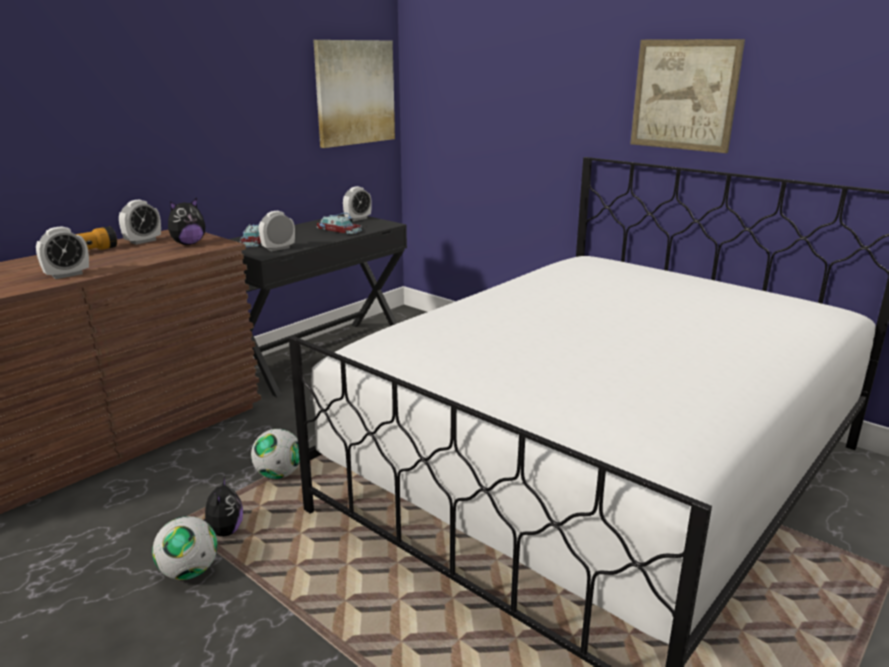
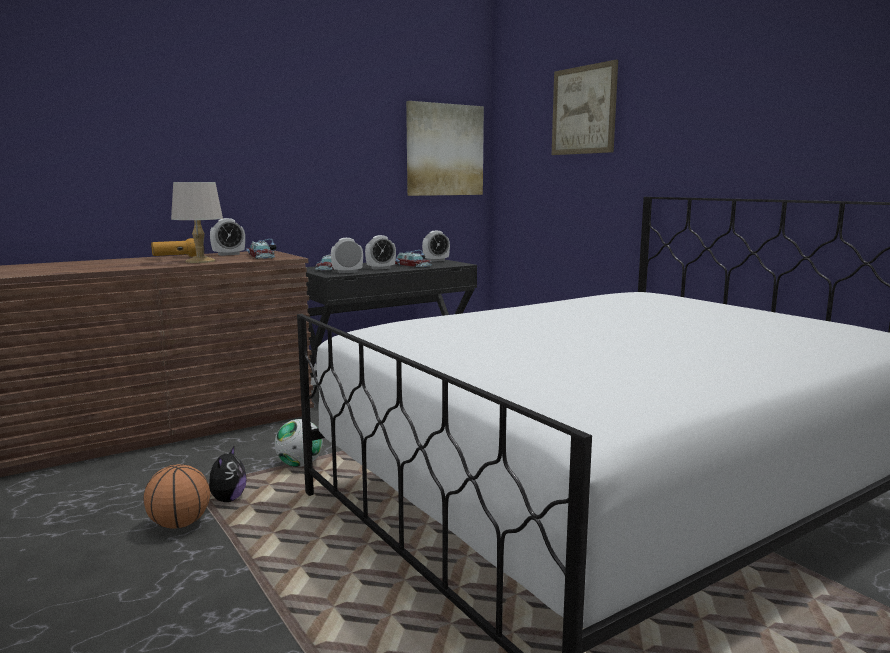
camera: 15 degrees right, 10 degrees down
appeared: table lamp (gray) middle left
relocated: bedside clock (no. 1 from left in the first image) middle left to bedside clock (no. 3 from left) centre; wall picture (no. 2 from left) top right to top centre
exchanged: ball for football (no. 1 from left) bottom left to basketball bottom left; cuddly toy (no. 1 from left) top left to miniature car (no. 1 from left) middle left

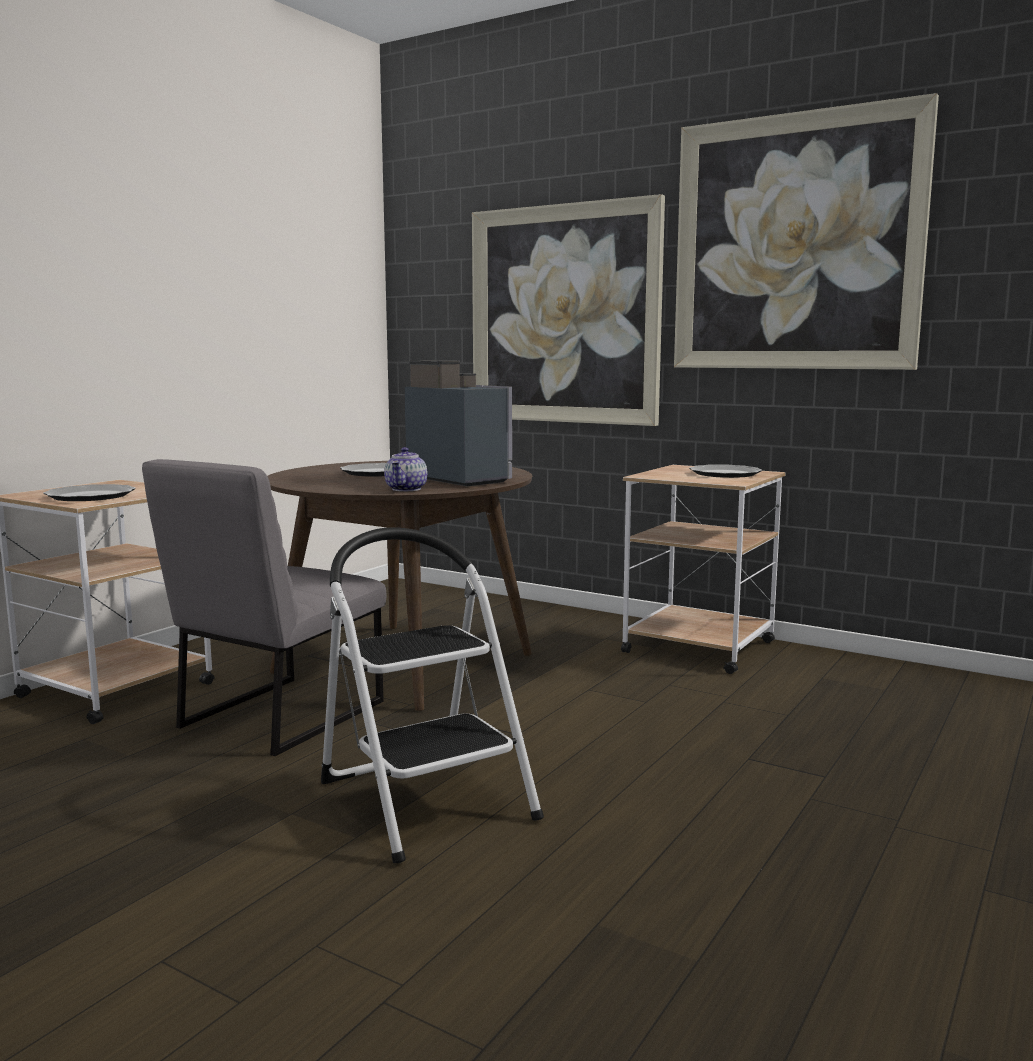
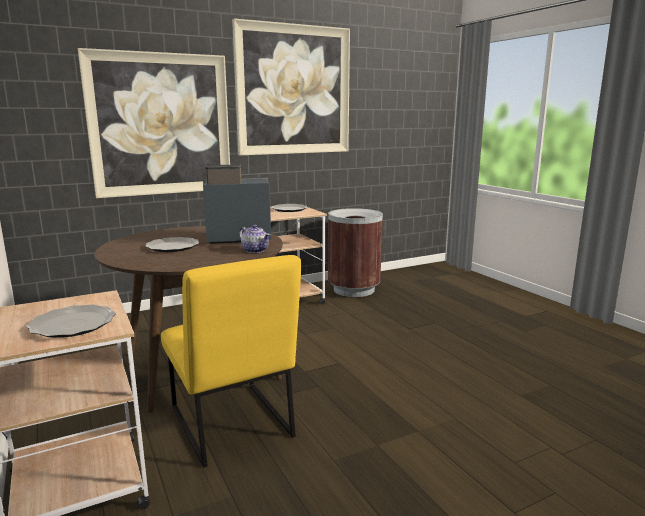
camera: 60 degrees left, 5 degrees up
missing: step stool centre
appeared: waste bin (brown-coloured) centre
colour: chair (gray) middle left to chair (yellow-coloured) bottom centre

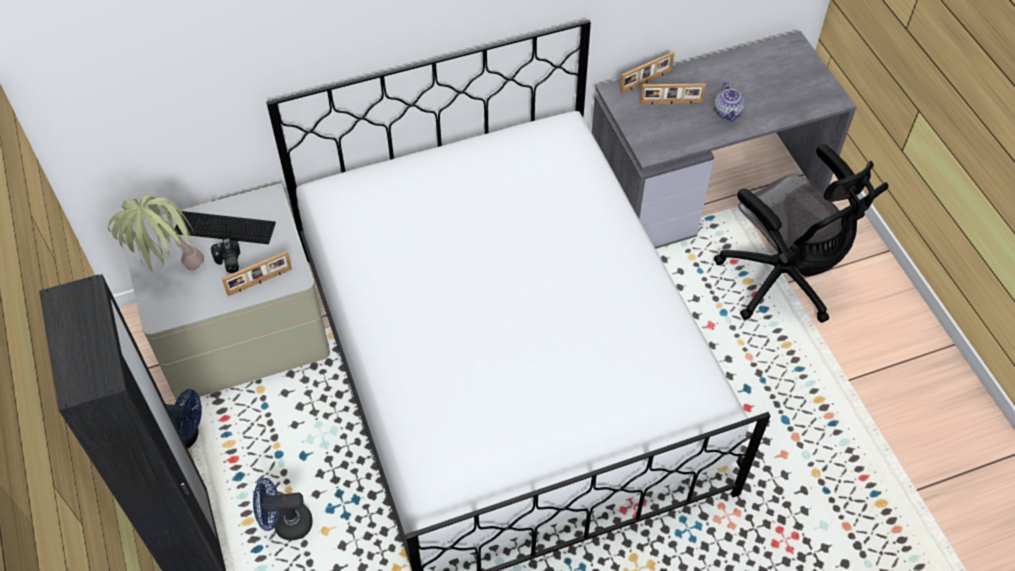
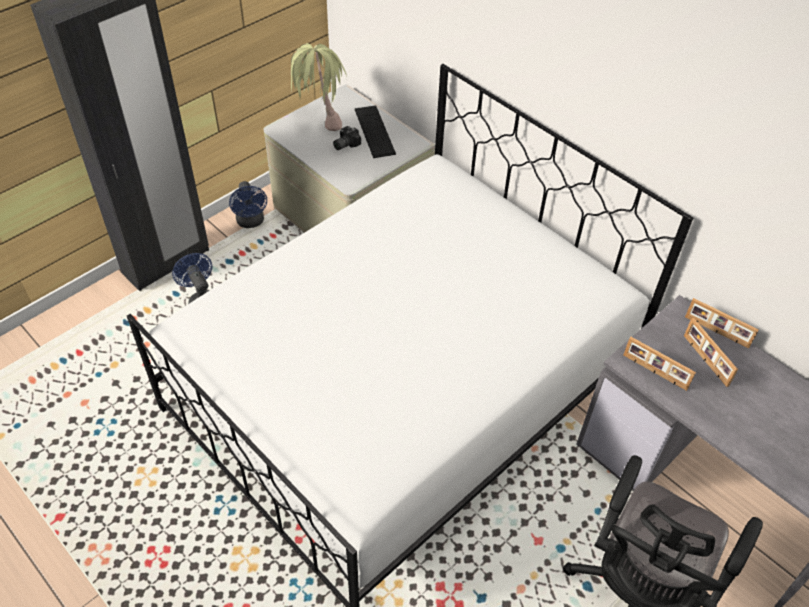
camera: 65 degrees right, 5 degrees down
missing: pot for tea top right
relocated: photo frame (no. 1 from left) middle left to middle right

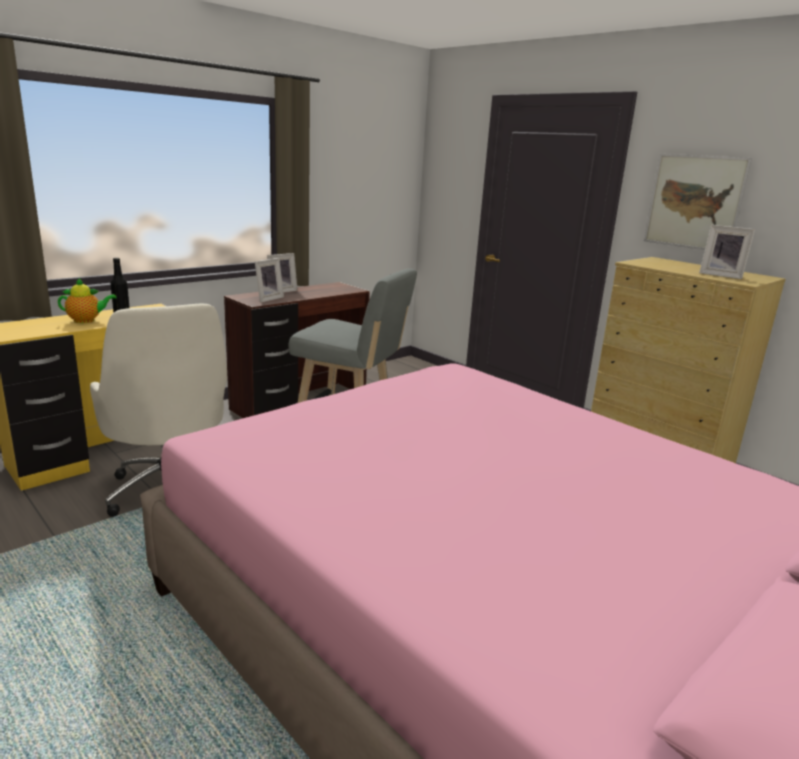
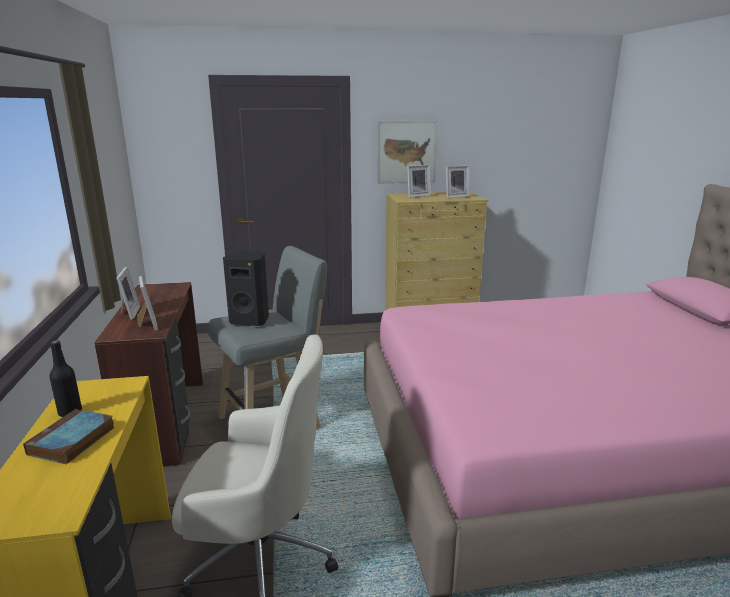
camera: 55 degrees left, 0 degrees up
appeared: audio speaker (black-coloured) centre; photo frame (no. 3 from left) top centre
exchanged: pot for tea middle left to book bottom left

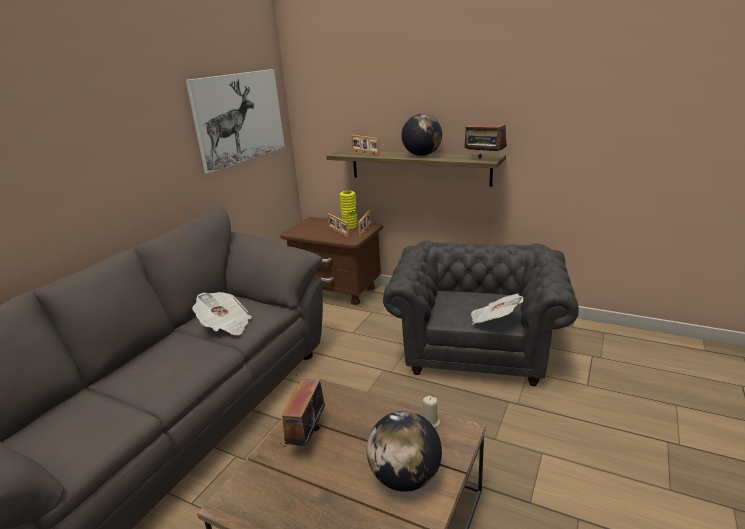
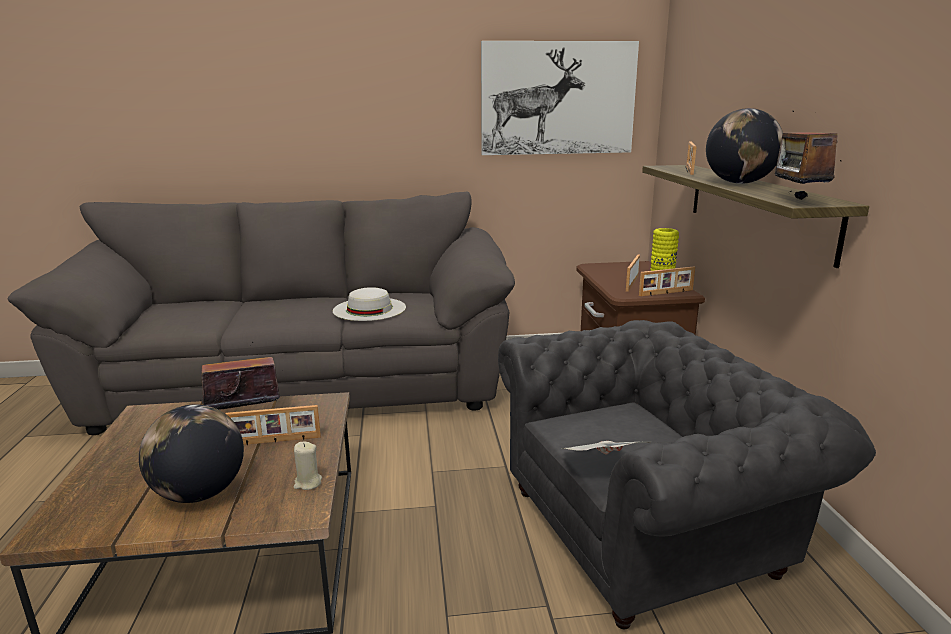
camera: 55 degrees right, 5 degrees down
appeared: photo frame (no. 1 from left) bottom left
exchanged: newspaper (no. 1 from left) middle left to wearable hat (white-coloured) centre

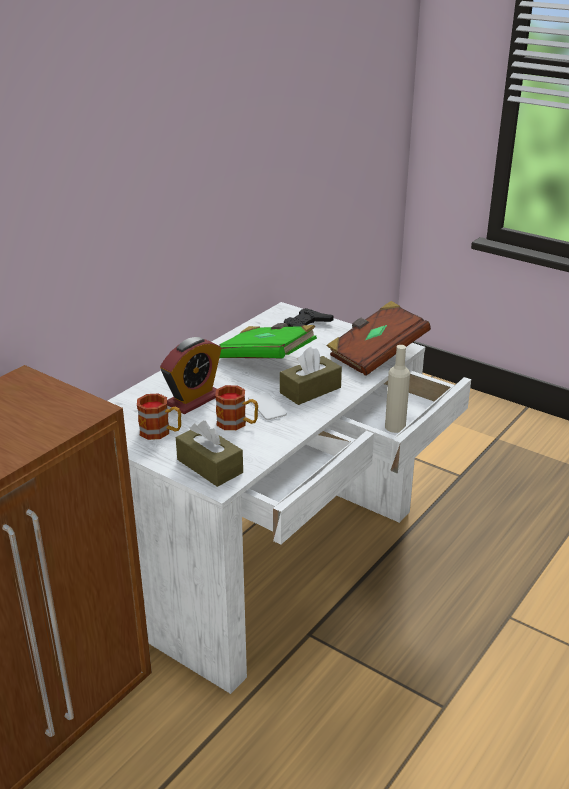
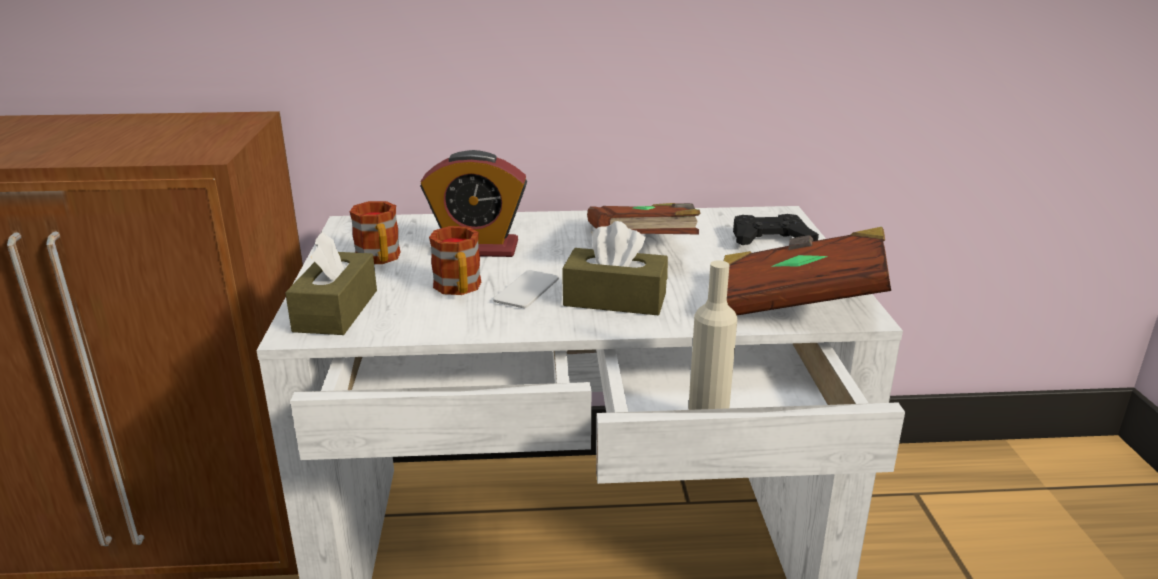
camera: 50 degrees right, 5 degrees down
colour: book (green) centre to book (brown-coloured) (no. 1 from left) centre

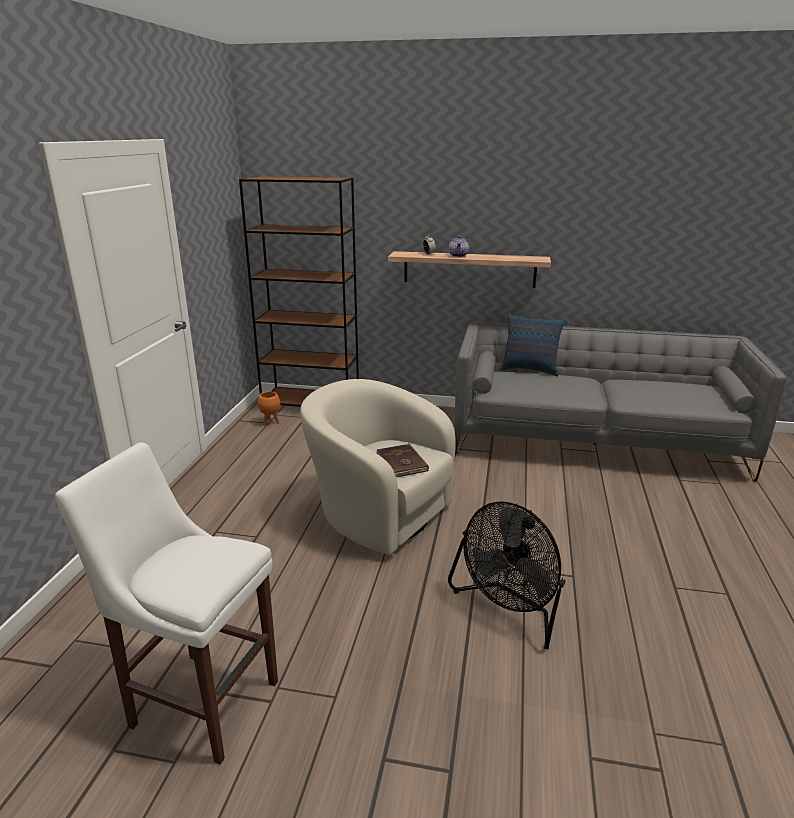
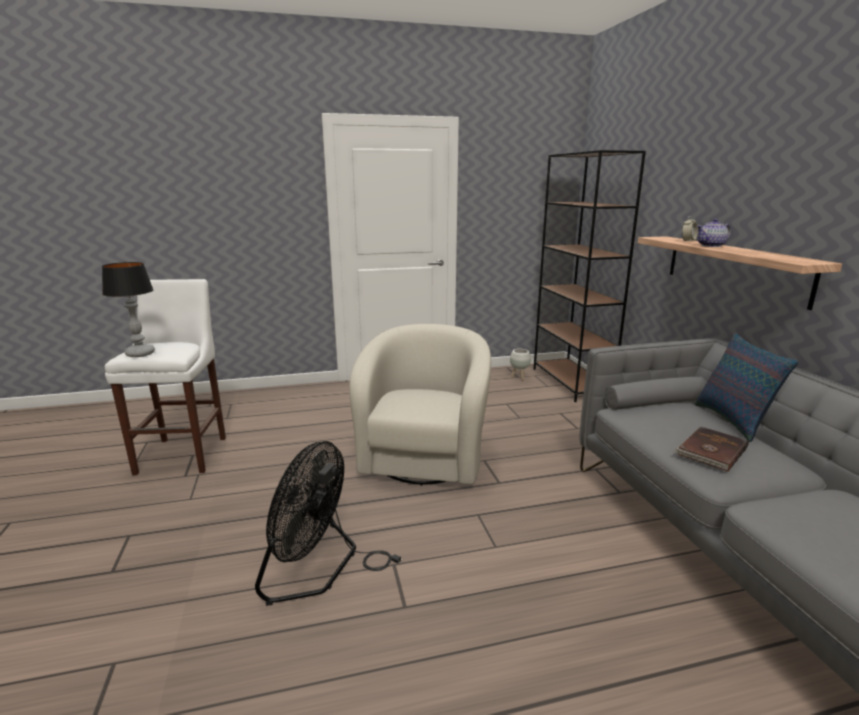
camera: 65 degrees right, 5 degrees down
appeared: table lamp middle left
relocated: book (brown-coloured) centre to middle right
colour: flower pot (orangey) centre to flower pot (white-coloured) centre

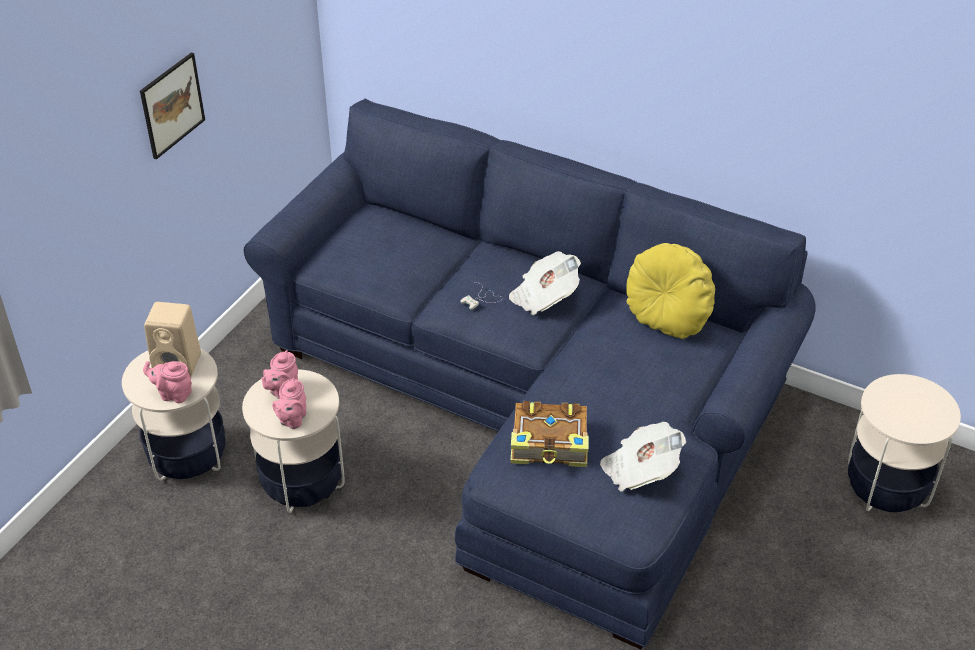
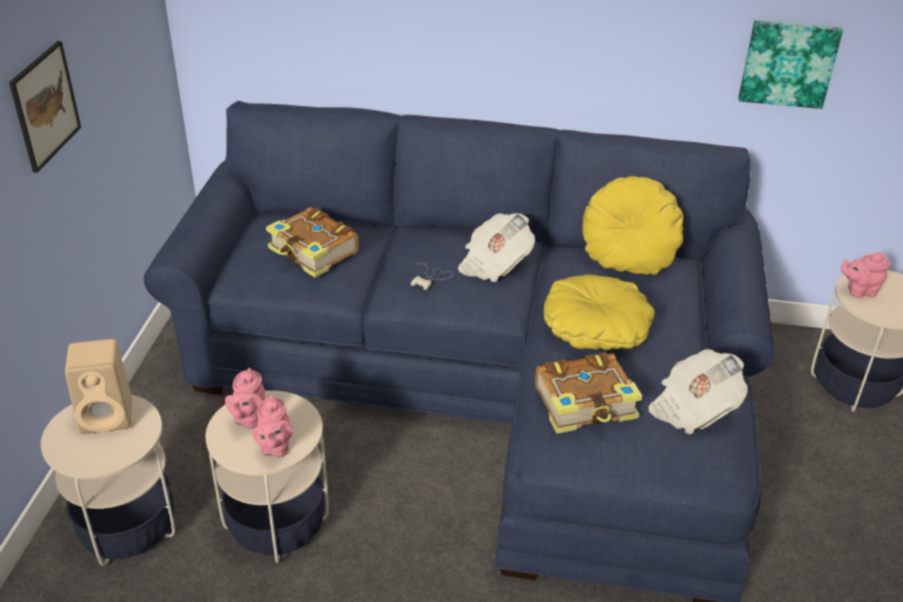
camera: 20 degrees left, 5 degrees down
appeared: book (no. 1 from left) centre; pillow (yellow-coloured) (no. 1 from left) centre; wall picture (no. 2 from left) top right
relocated: pot for tea (pink-coloured) (no. 1 from left in the first image) middle left to pot for tea (pink-coloured) (no. 3 from left) middle right

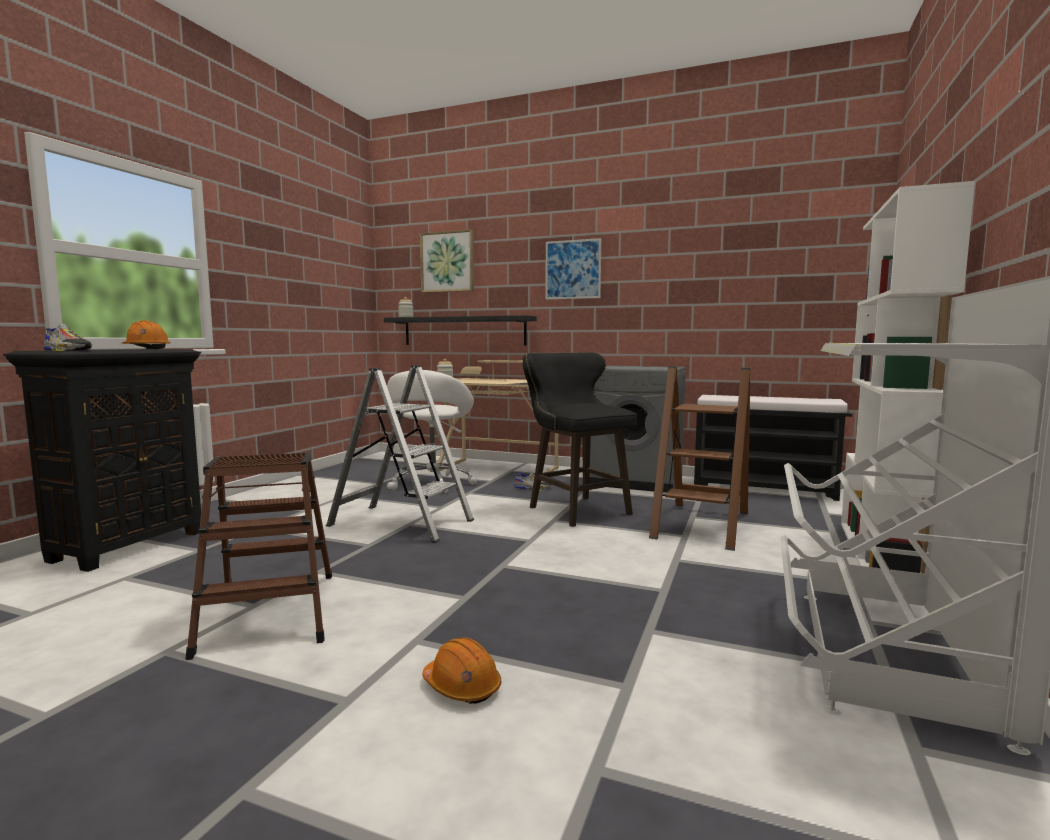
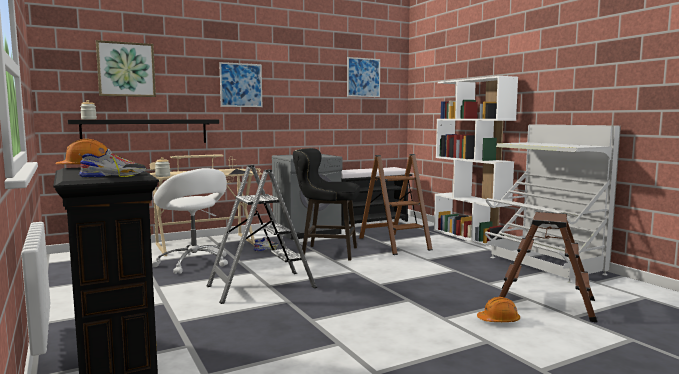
camera: 50 degrees left, 0 degrees up
appeared: wall picture (no. 3 from left) top centre
relocated: step stool (brown-coloured) (no. 1 from left in the first image) middle left to step stool (brown-coloured) (no. 2 from left) bottom right

